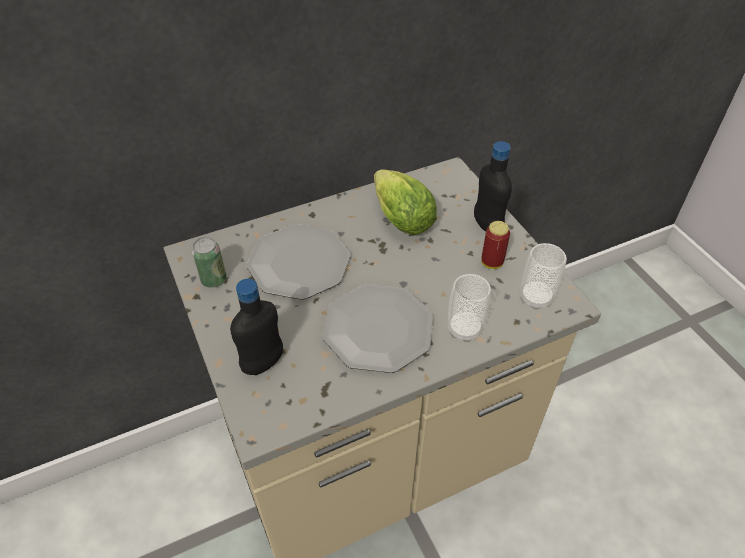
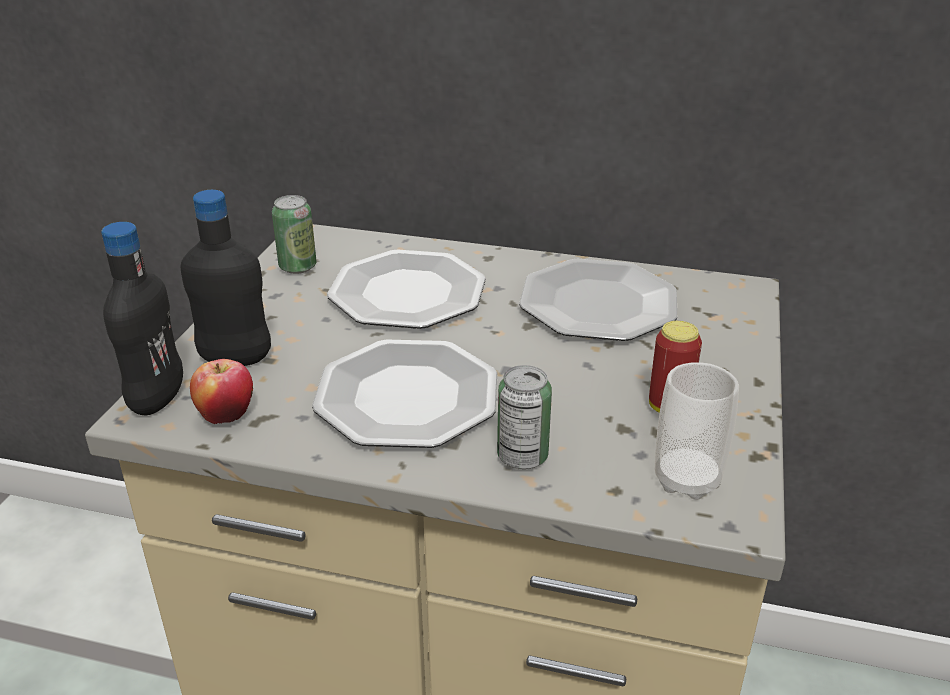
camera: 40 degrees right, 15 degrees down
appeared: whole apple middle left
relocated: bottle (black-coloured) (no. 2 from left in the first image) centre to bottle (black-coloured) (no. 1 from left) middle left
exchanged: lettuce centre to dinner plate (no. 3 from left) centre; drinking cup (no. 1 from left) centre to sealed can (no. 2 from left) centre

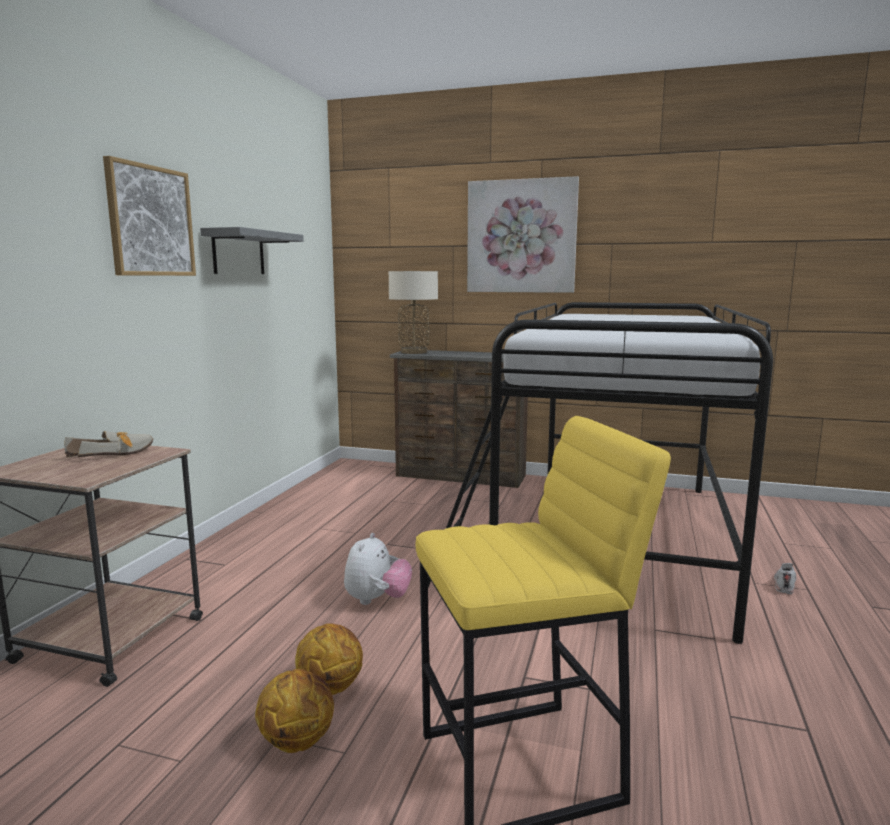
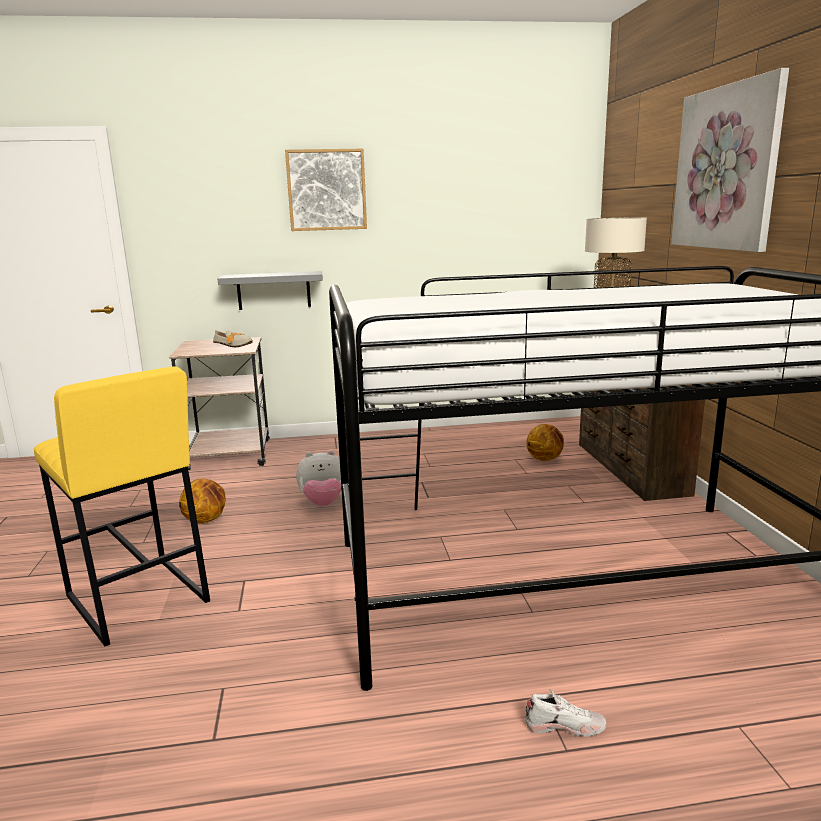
camera: 65 degrees right, 5 degrees up
relocated: bracket shelf (gray) top left to middle left; basketball (no. 1 from left in the first image) bottom left to basketball (no. 2 from left) centre

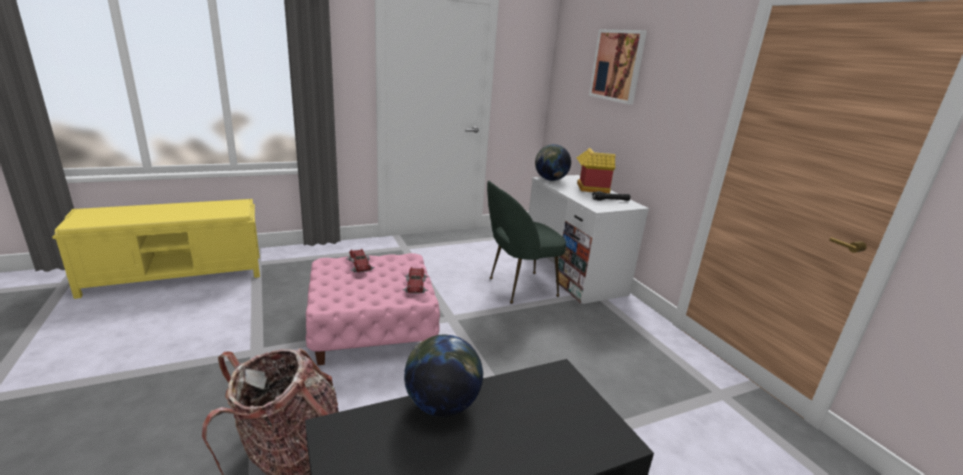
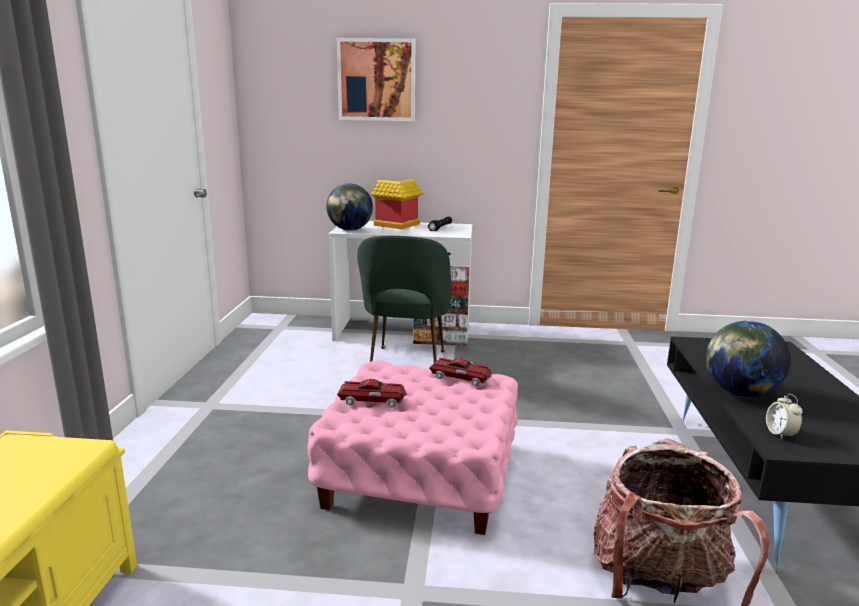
camera: 60 degrees left, 5 degrees down
appeared: bedside clock bottom right

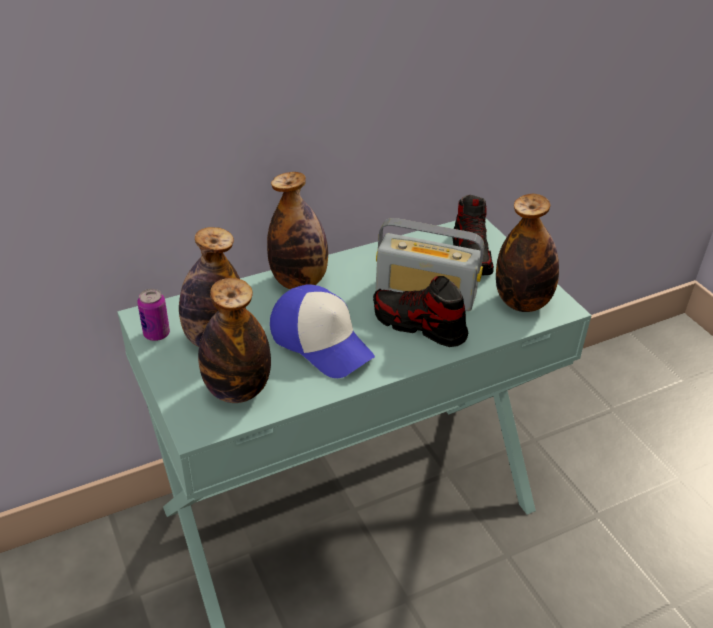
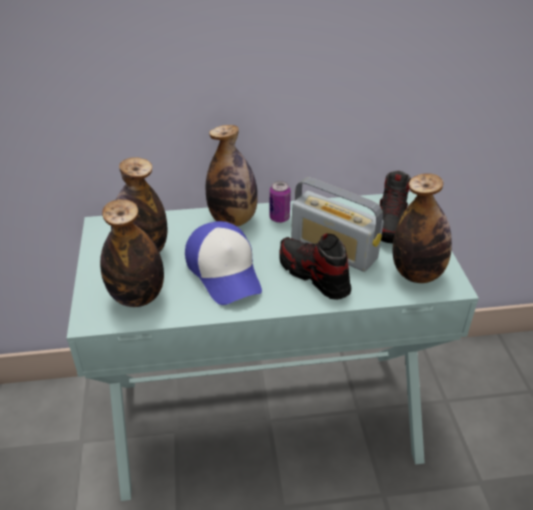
camera: 20 degrees right, 0 degrees up
relocated: sealed can middle left to centre

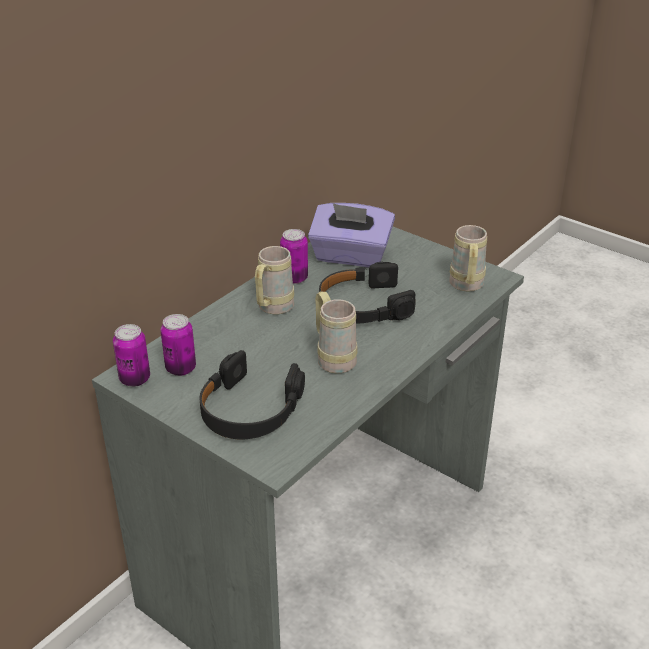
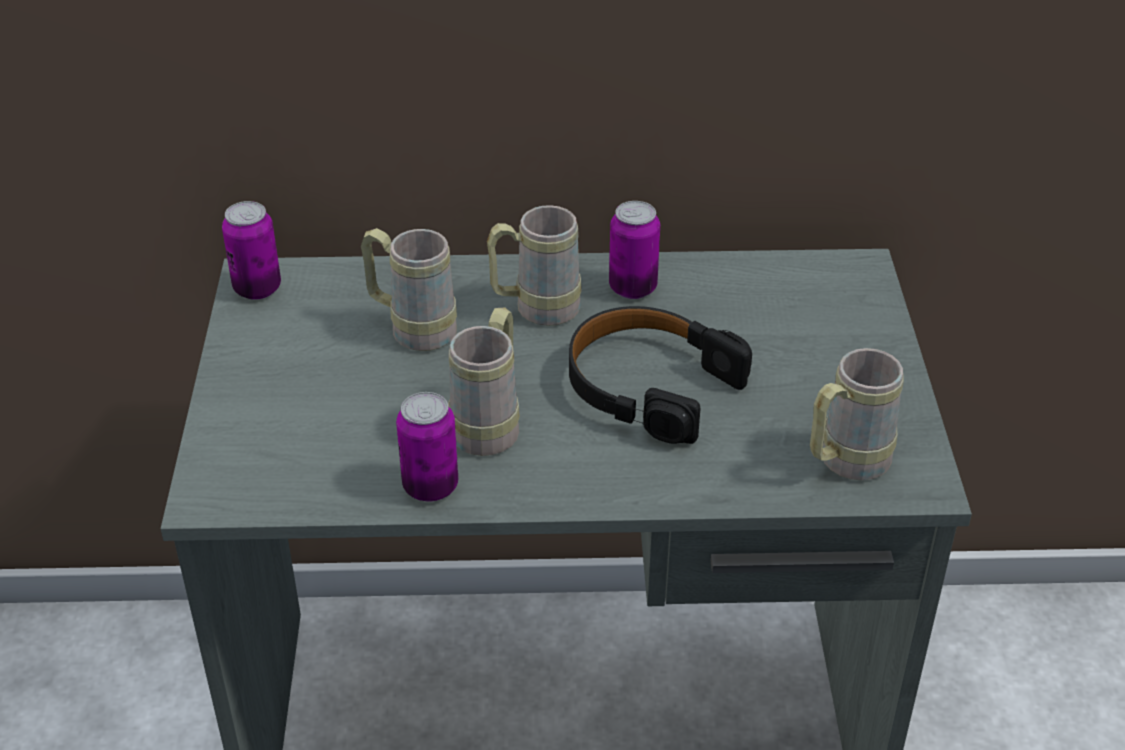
camera: 50 degrees right, 5 degrees up
missing: headset (black-coloured) (no. 1 from left) centre; tissue box (purple-coloured) centre
appeared: mug (beige) (no. 1 from left) centre
relocated: sealed can (no. 2 from left) middle left to centre

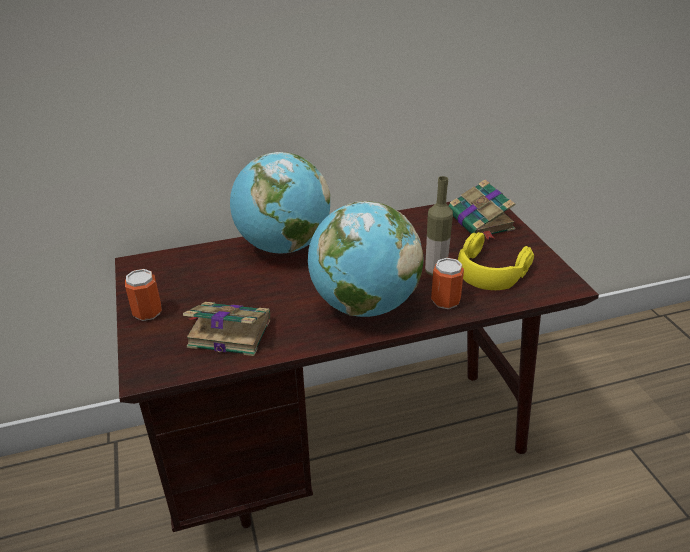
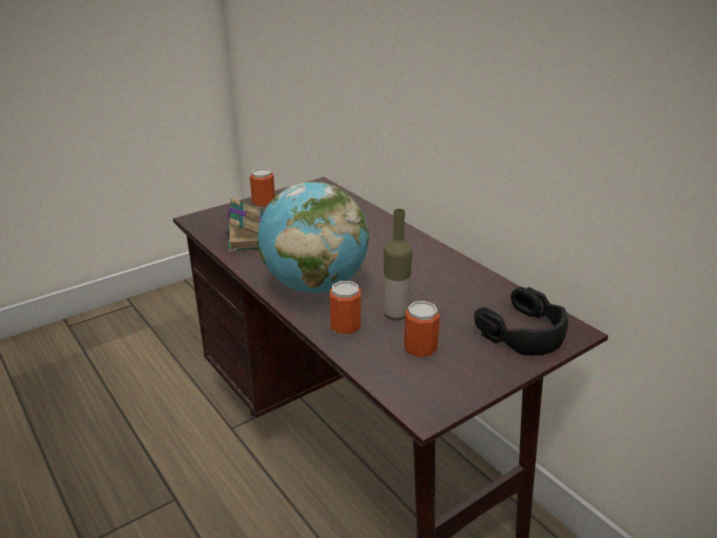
camera: 70 degrees right, 5 degrees down
missing: globe (no. 1 from left) centre
exchanged: book (no. 2 from left) middle right to headset (black-coloured) middle right; headset (yellow-coloured) middle right to sealed can (no. 3 from left) centre

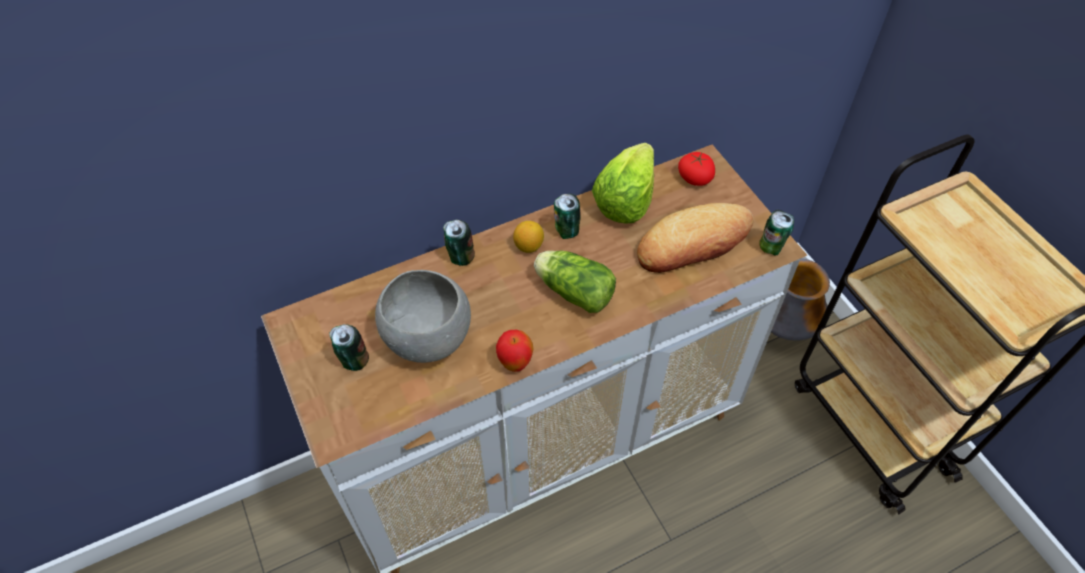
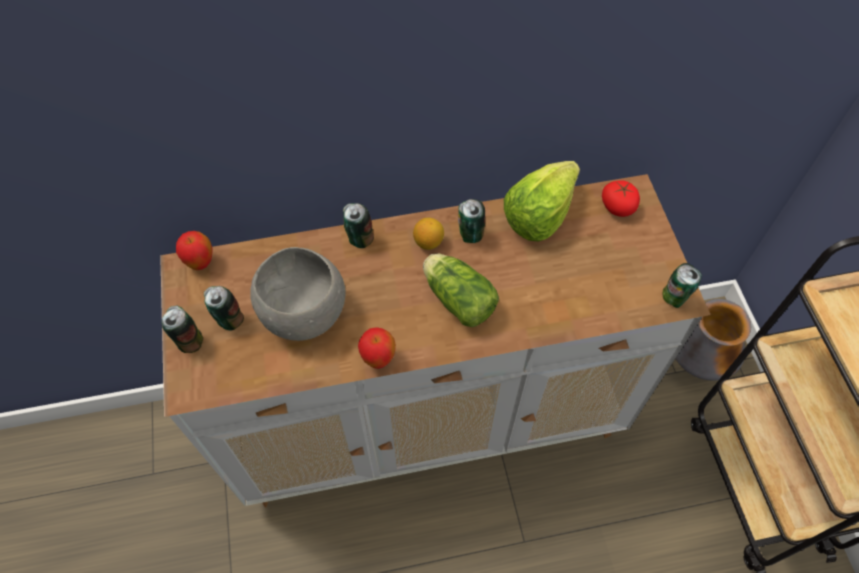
camera: 15 degrees right, 5 degrees up
missing: bread centre
appeared: sealed can (no. 1 from left) middle left; whole apple (no. 1 from left) middle left

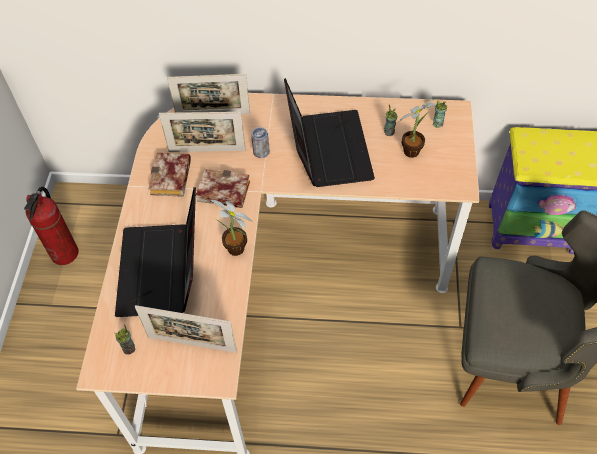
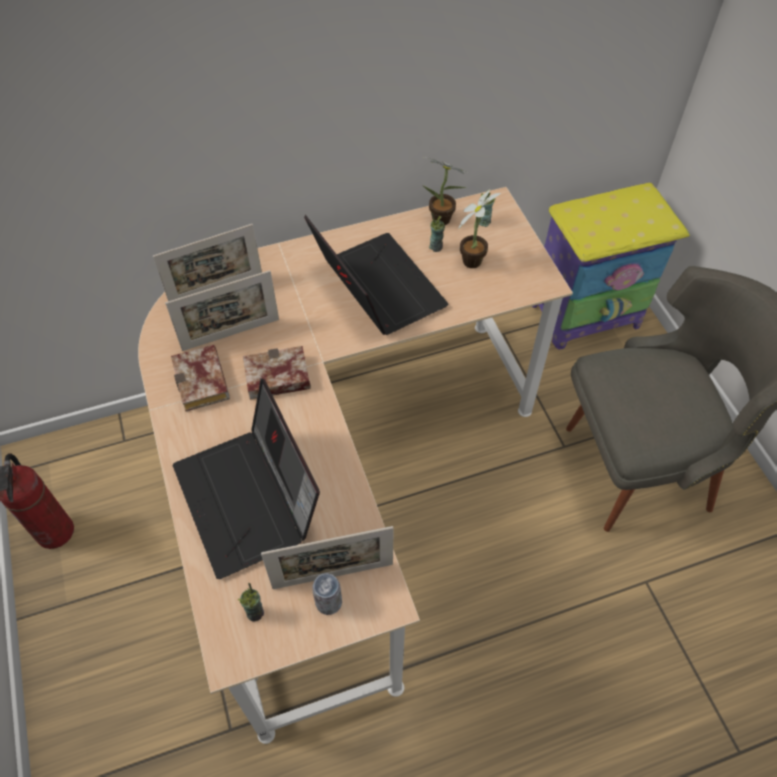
camera: 25 degrees left, 0 degrees up
relocated: potted plant (no. 1 from left) centre to top centre; sealed can top centre to bottom centre

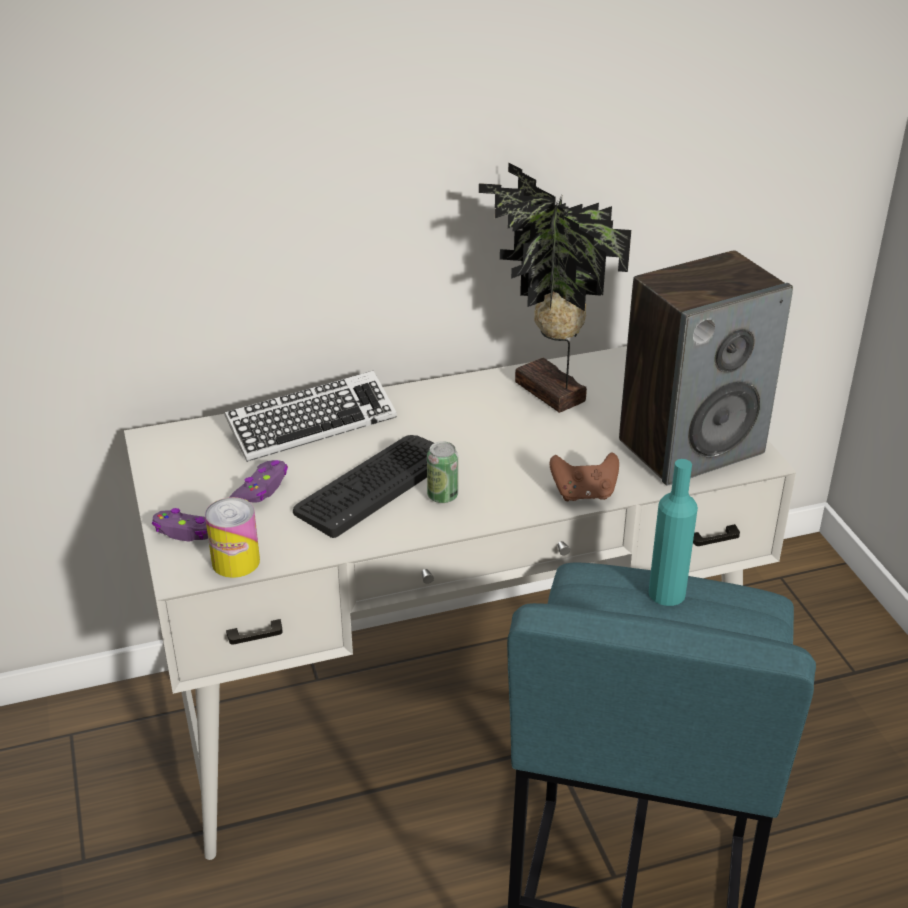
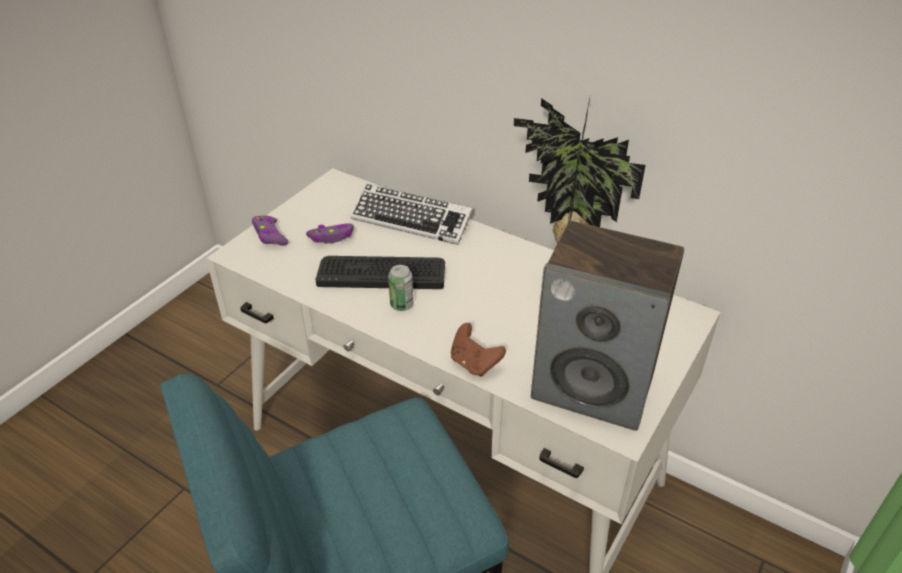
camera: 50 degrees right, 5 degrees up
missing: sealed can (no. 1 from left) middle left; bottle (turquoise-coloured) middle right

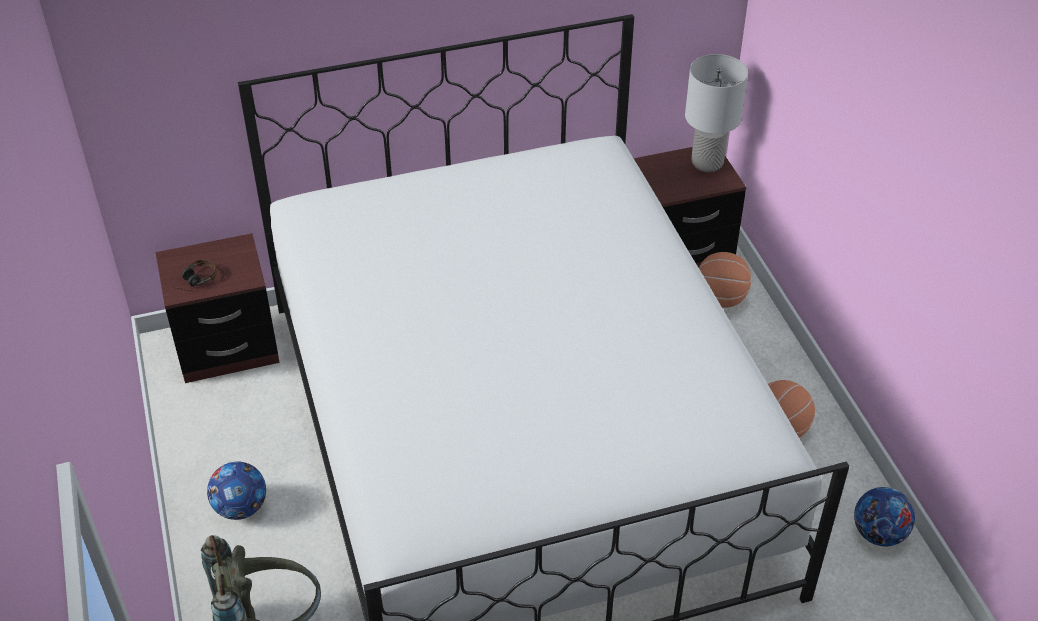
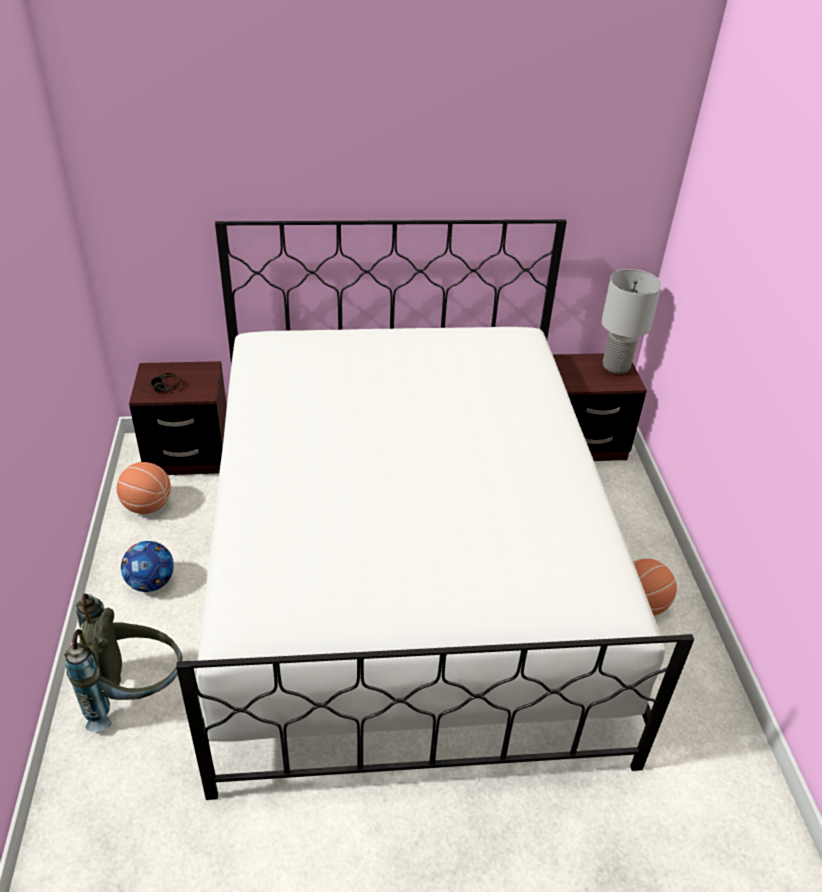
camera: 10 degrees right, 5 degrees down
missing: ball for football (no. 2 from left) bottom right
relocated: basketball (no. 1 from left) middle right to middle left

